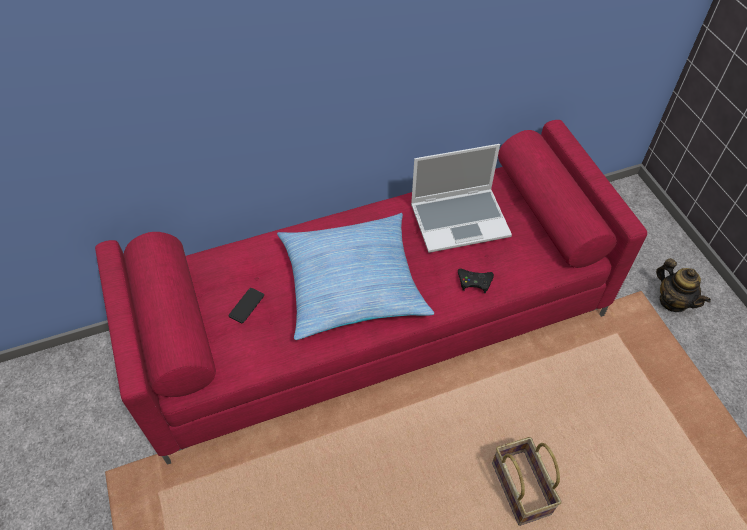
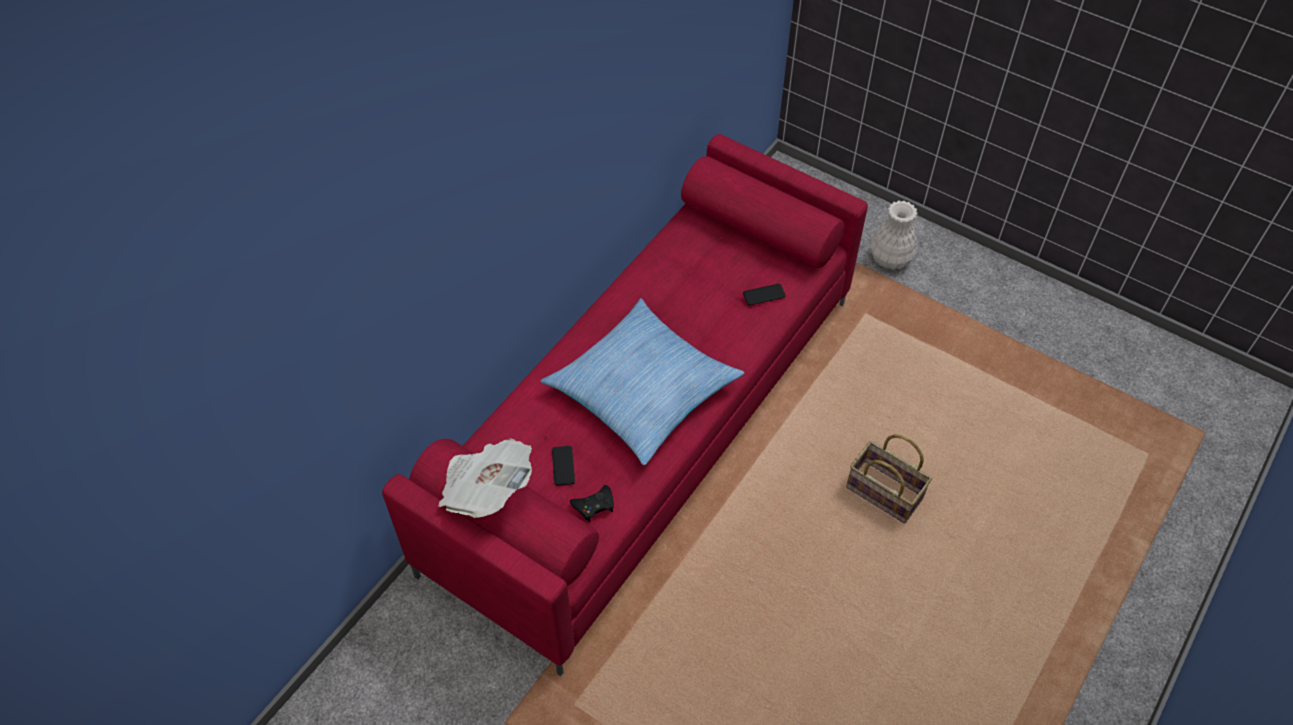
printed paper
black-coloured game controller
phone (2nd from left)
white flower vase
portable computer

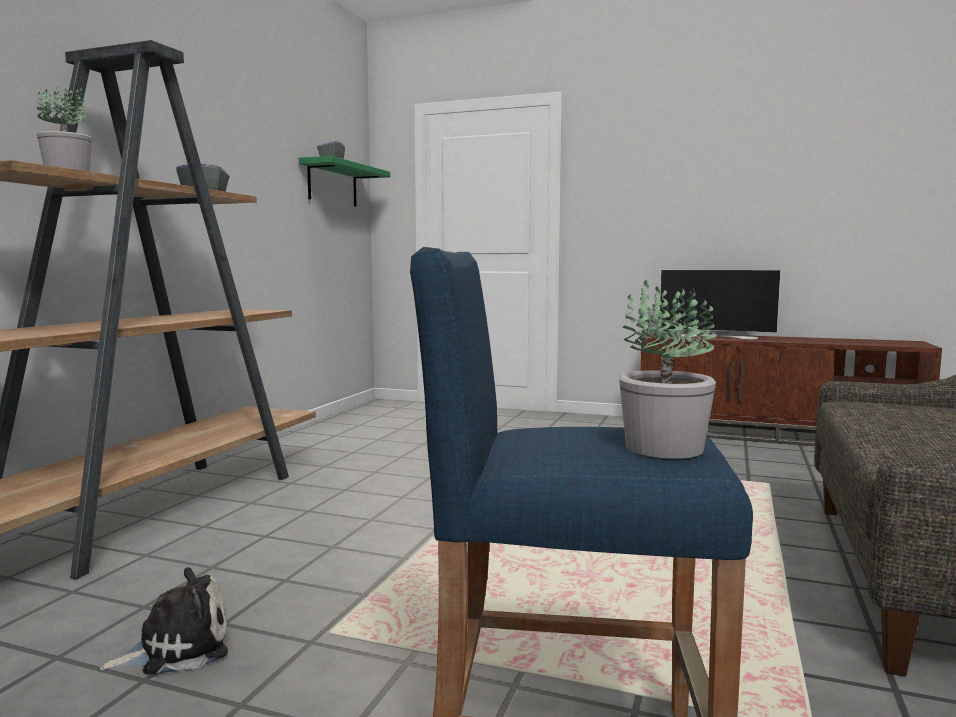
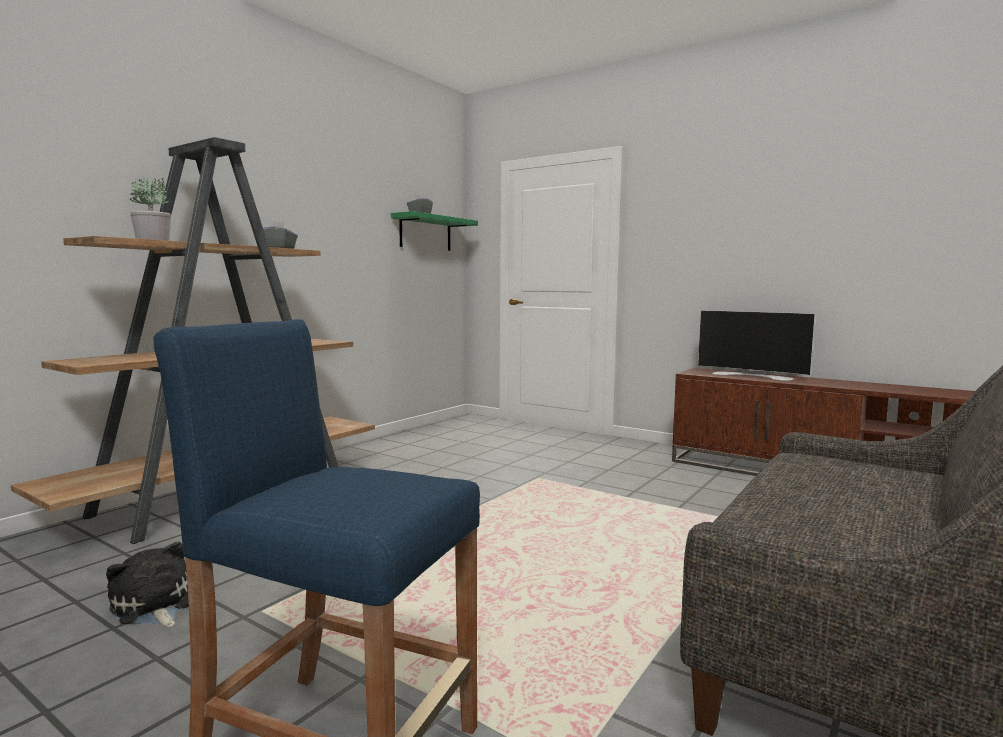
soft toy
plant in a pot (2nd from left in the first image)

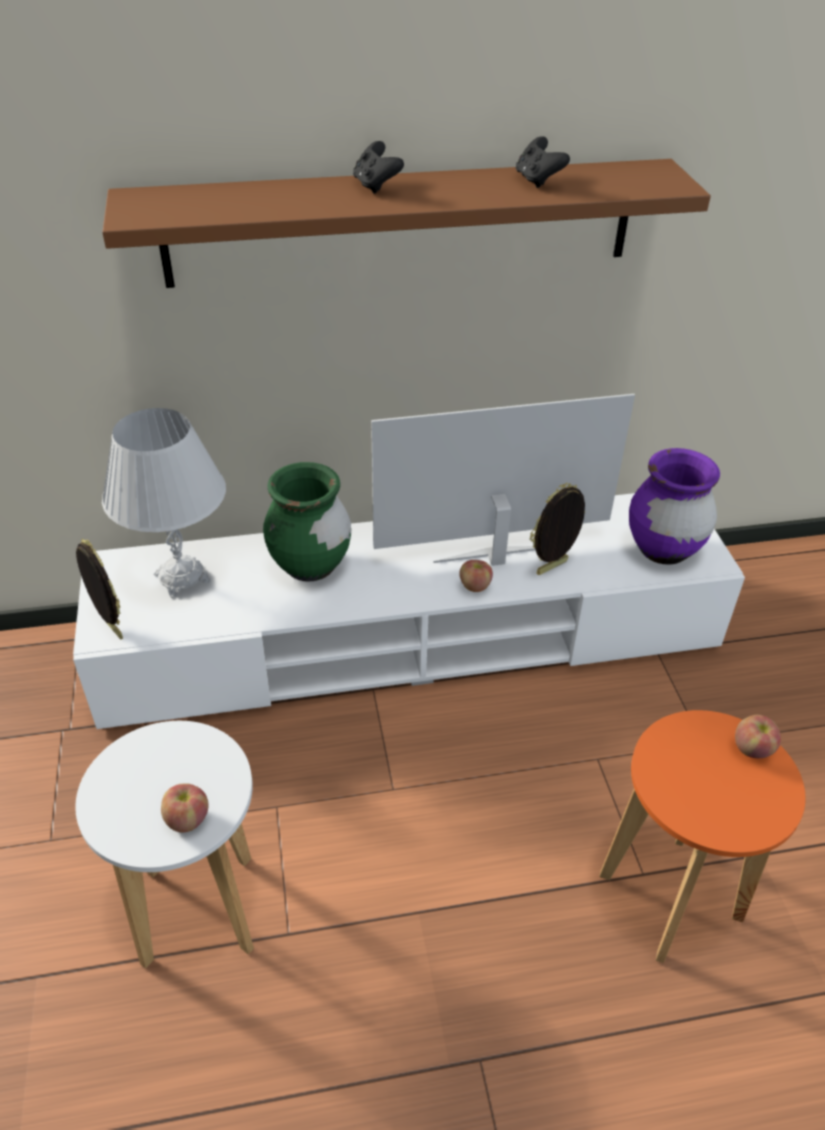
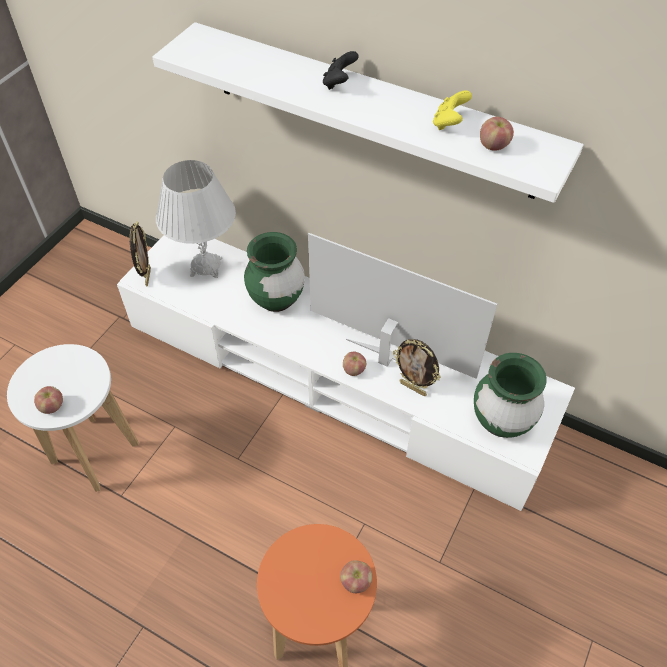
white shelf
photo frame (2nd from left)
yellow-coloured game controller
green-coloured flower vase (2nd from left)
apple (4th from left)

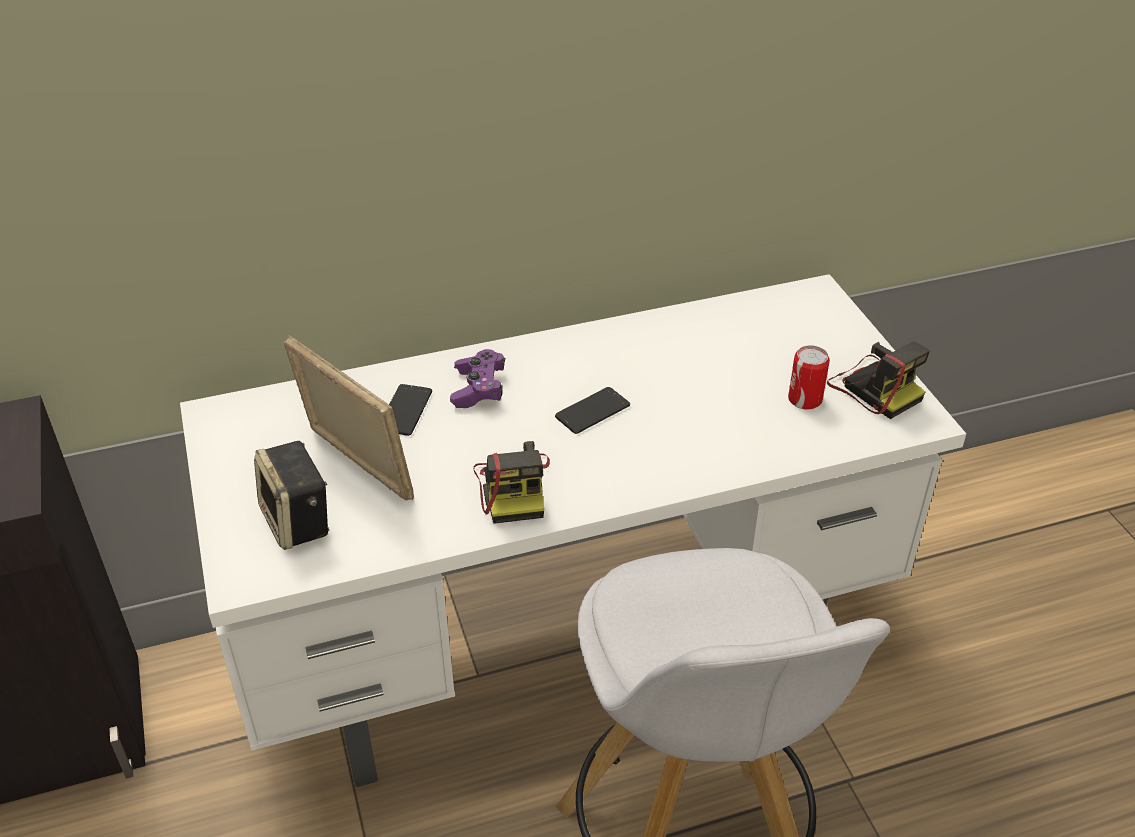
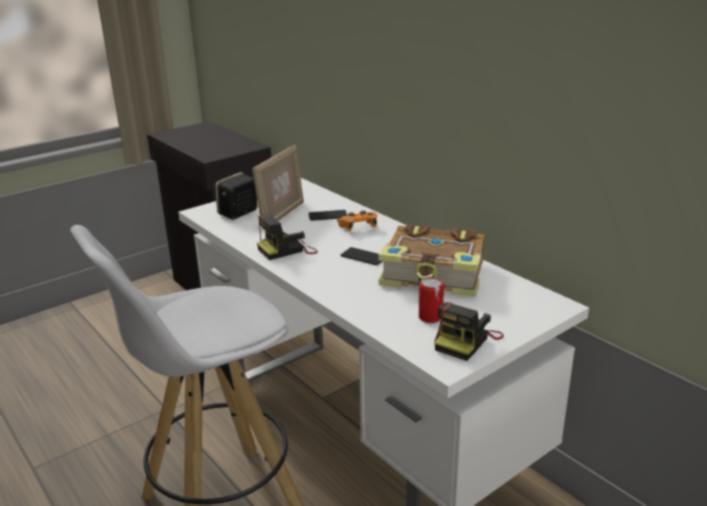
orange game controller
bound book

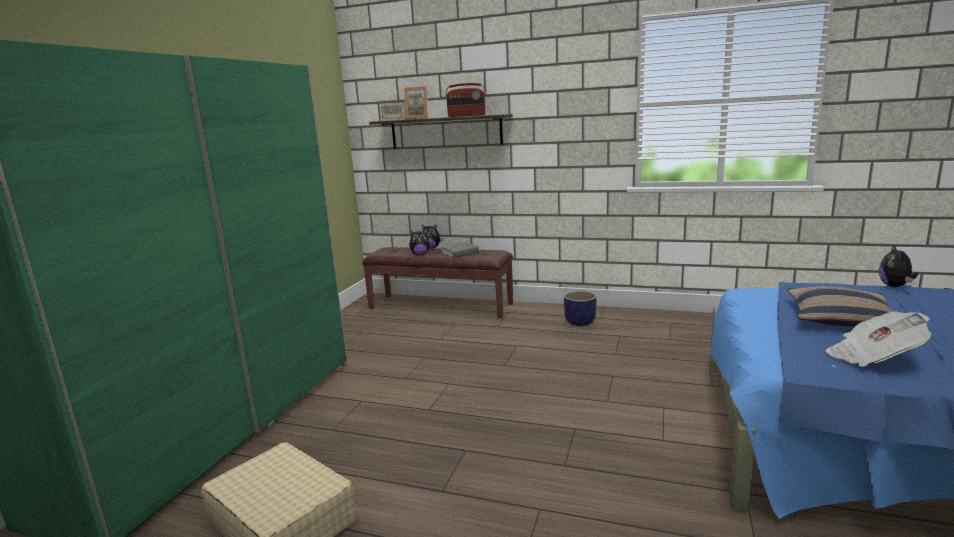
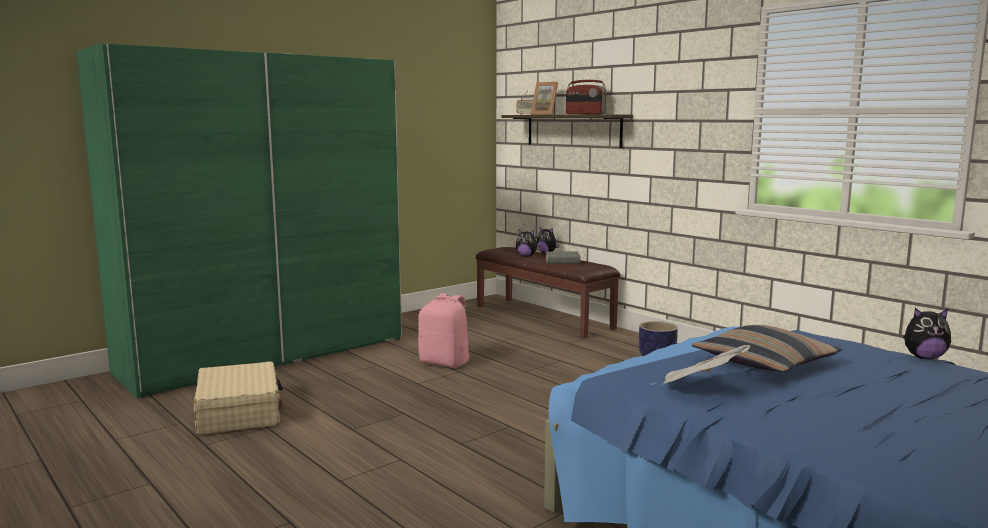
pink-coloured backpack
soft toy (3rd from left)

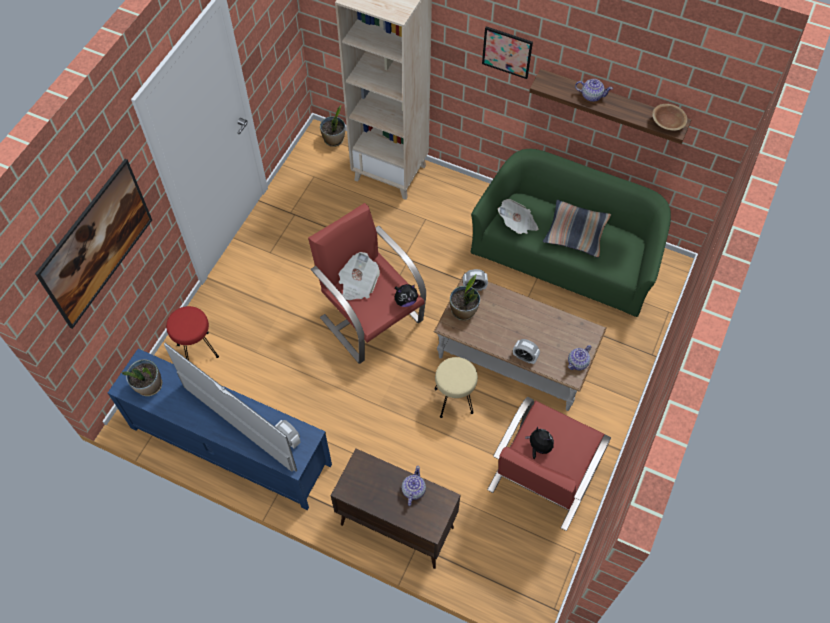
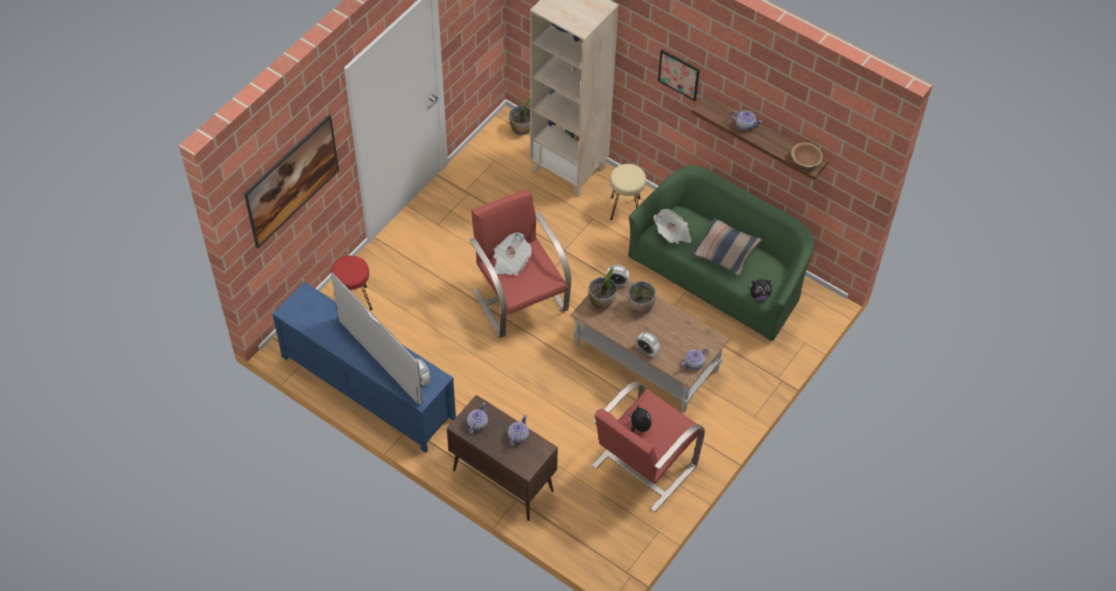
tea pot (1st from left)
beige stool seat
plant in a pot (3rd from left)
soft toy (2nd from left)

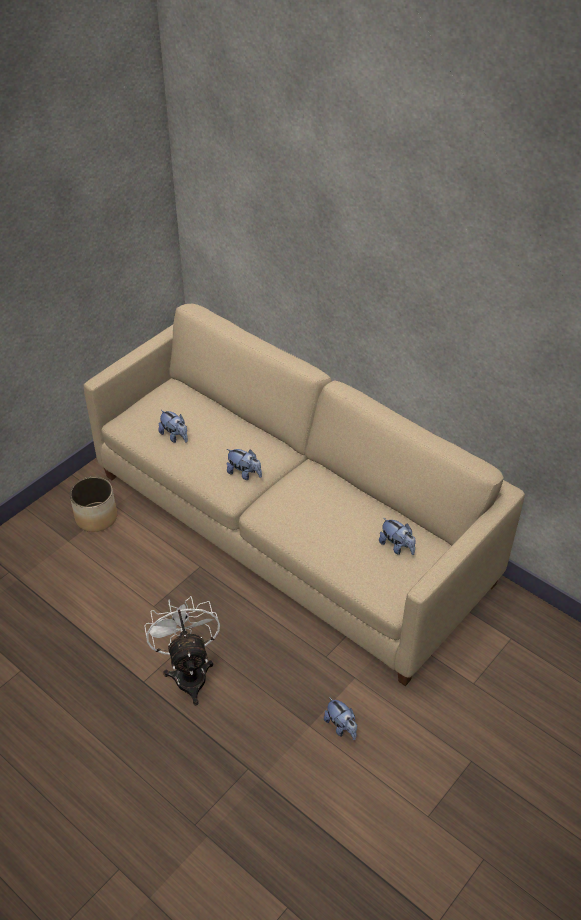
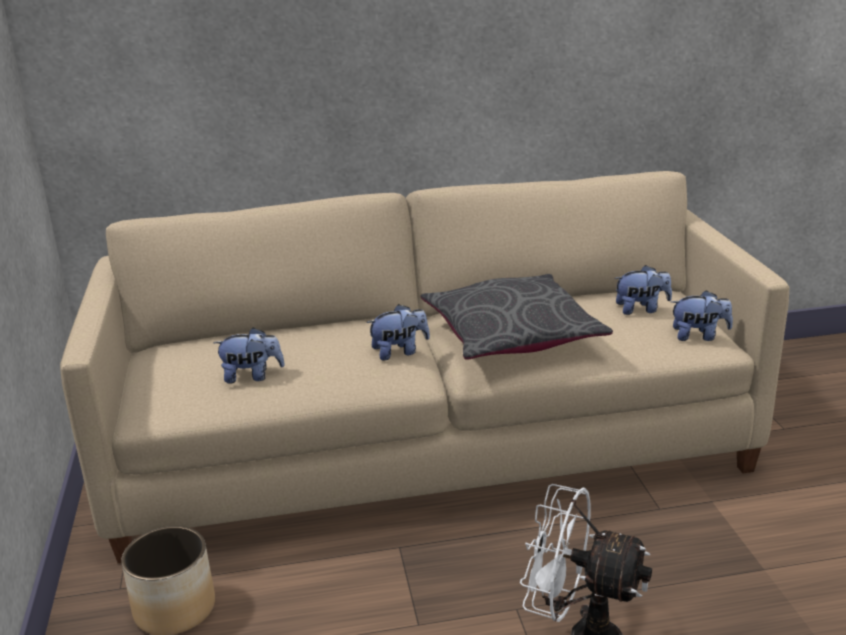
greyish cushion
soft toy (4th from left)

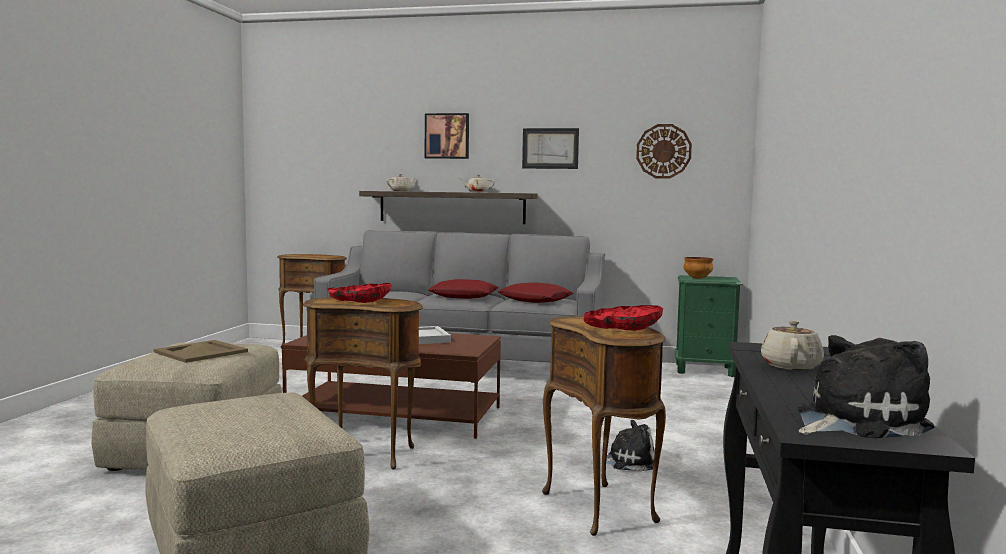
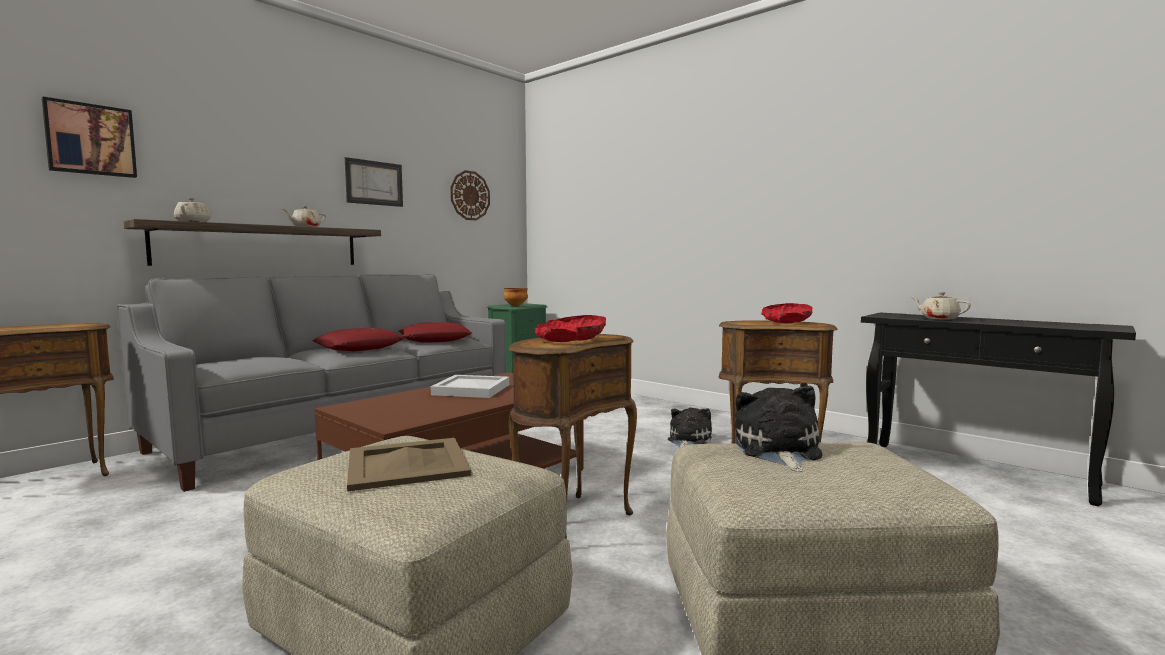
wall picture (1st from left)
soft toy (2nd from left)

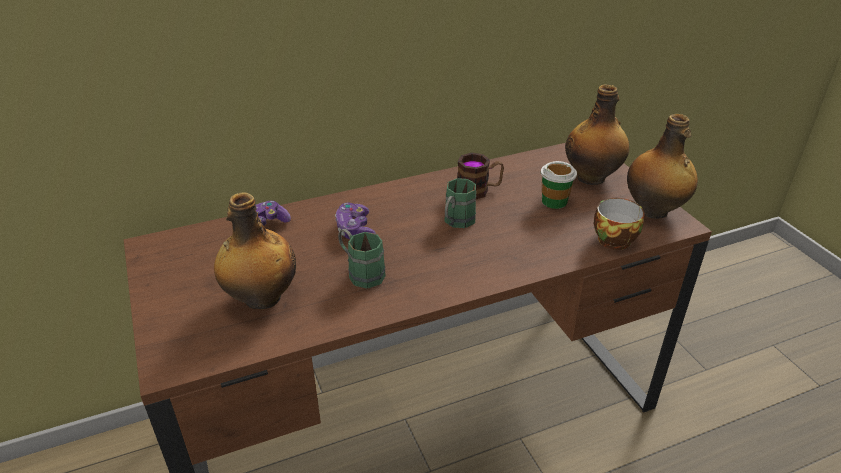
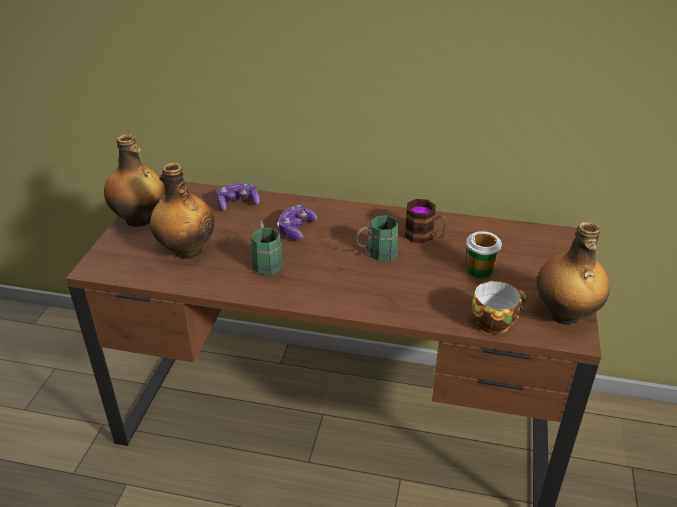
drink bottle (1st from left)

